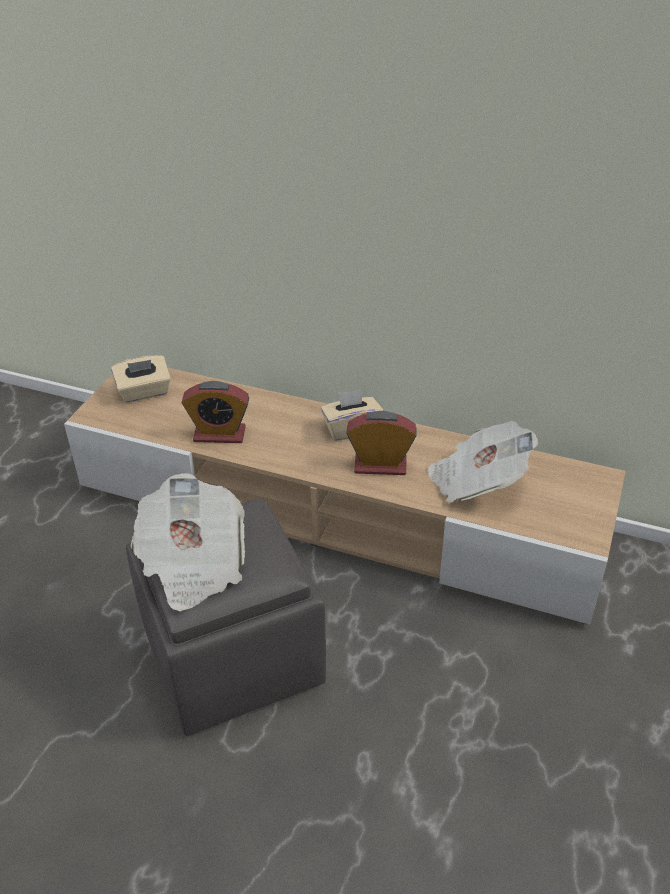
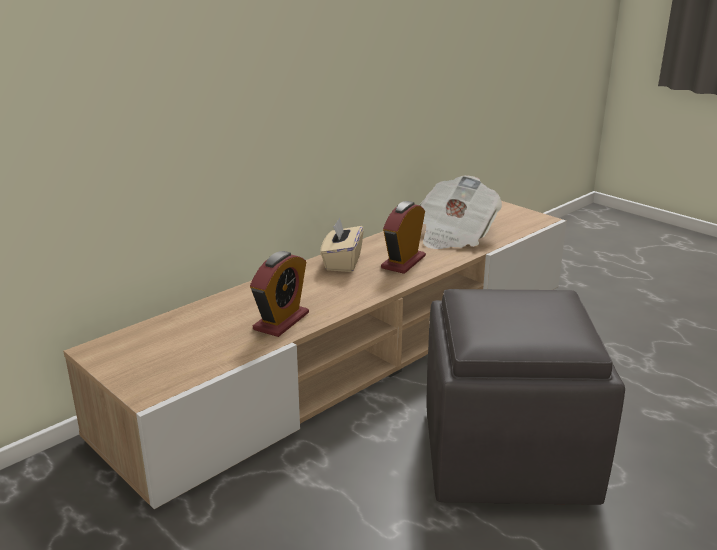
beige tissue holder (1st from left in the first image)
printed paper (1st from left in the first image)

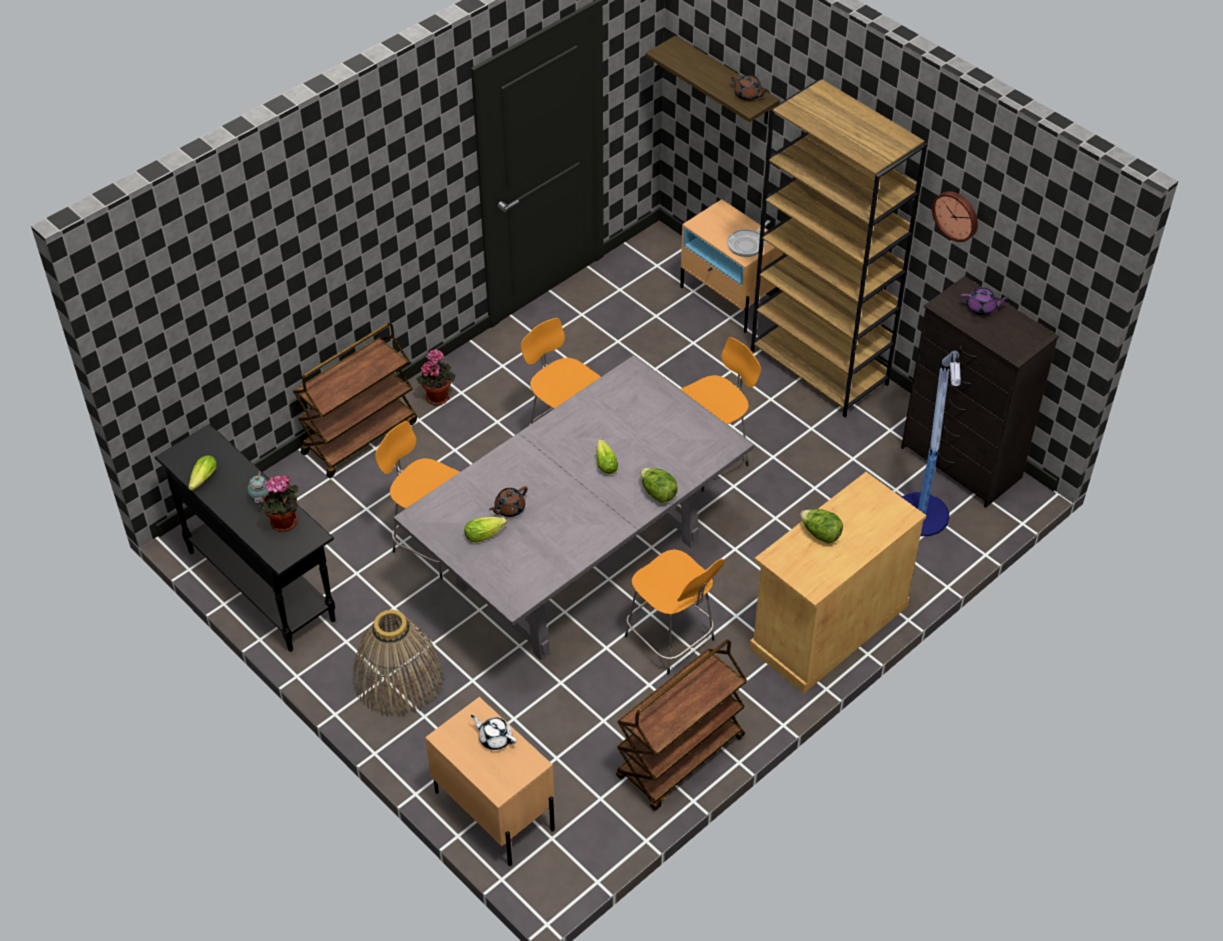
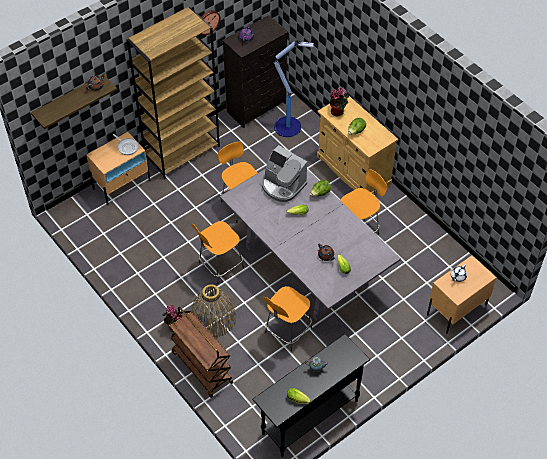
basket
coffee brewer
plant in a pot (2nd from left)
brown-coloured trolley (2nd from left in the first image)

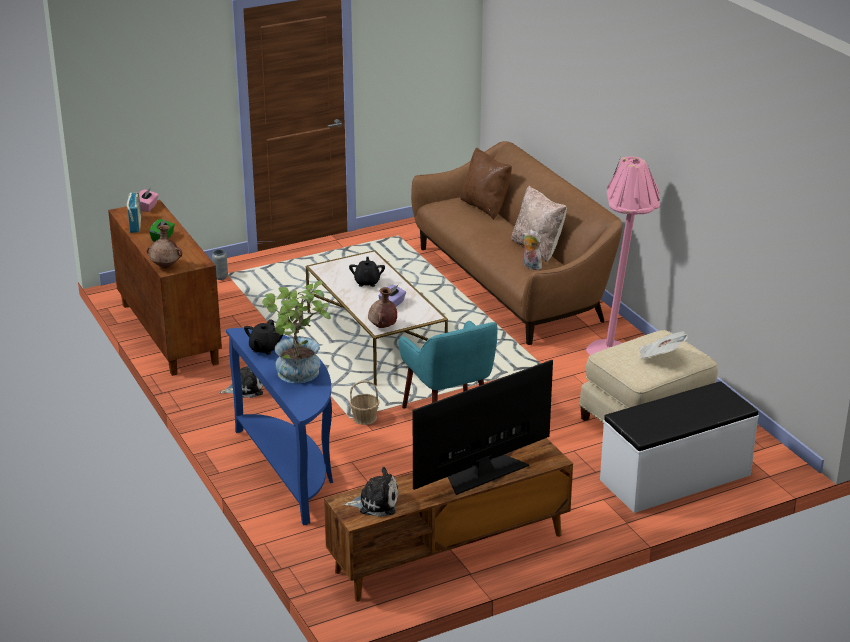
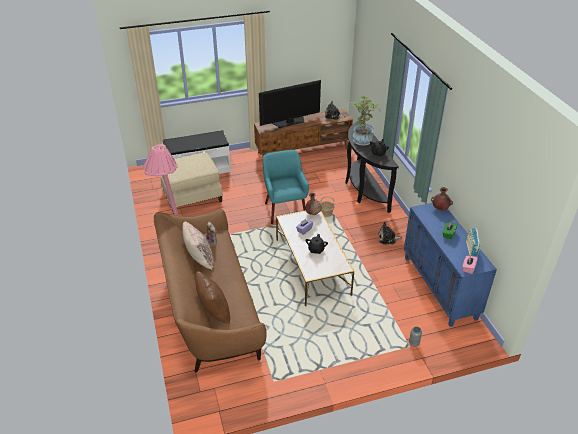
black-coloured hall table
blue-coloured cabinet
printed paper

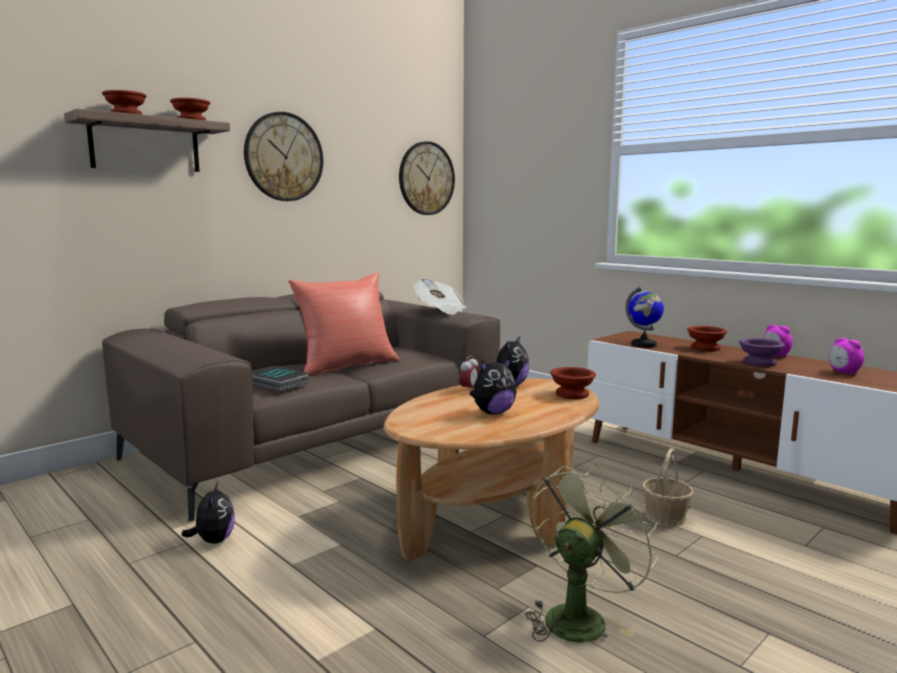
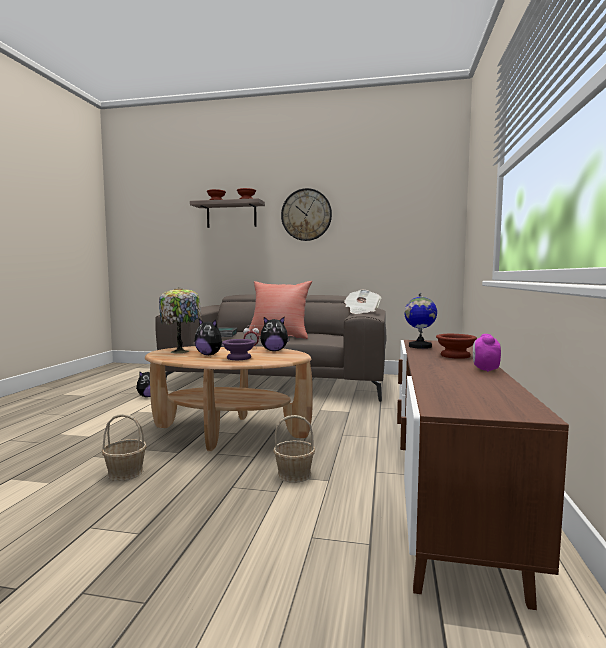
basket (1st from left)
tabletop lamp
purple-coloured deep dish
clock on the wall (2nd from left in the first image)
brown-coloured deep dish (3rd from left in the first image)
bedside clock (3rd from left in the first image)

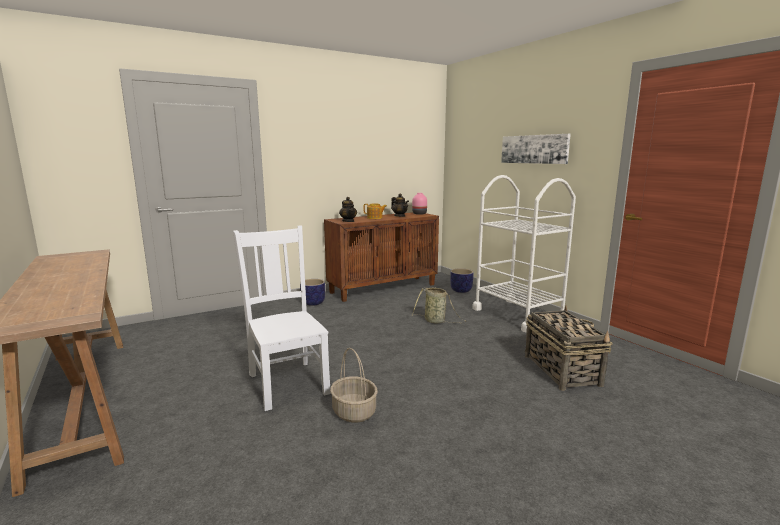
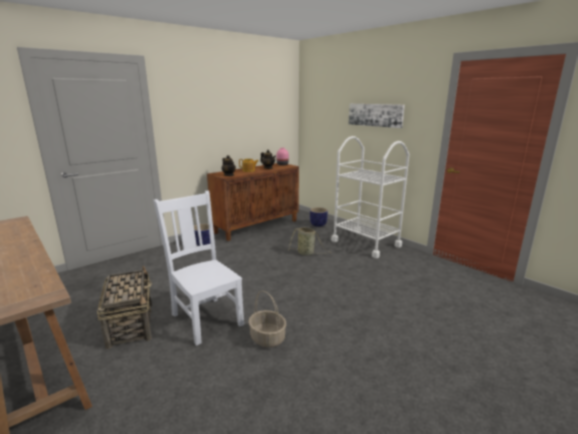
basket (1st from left)

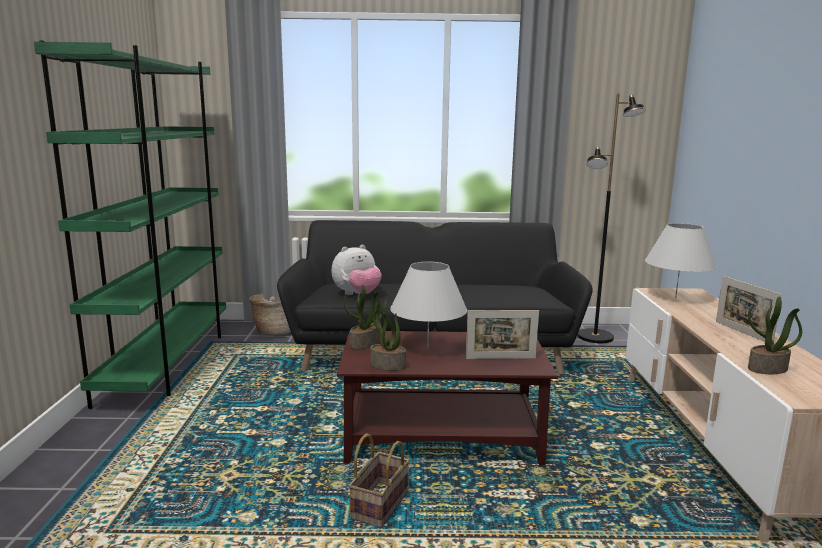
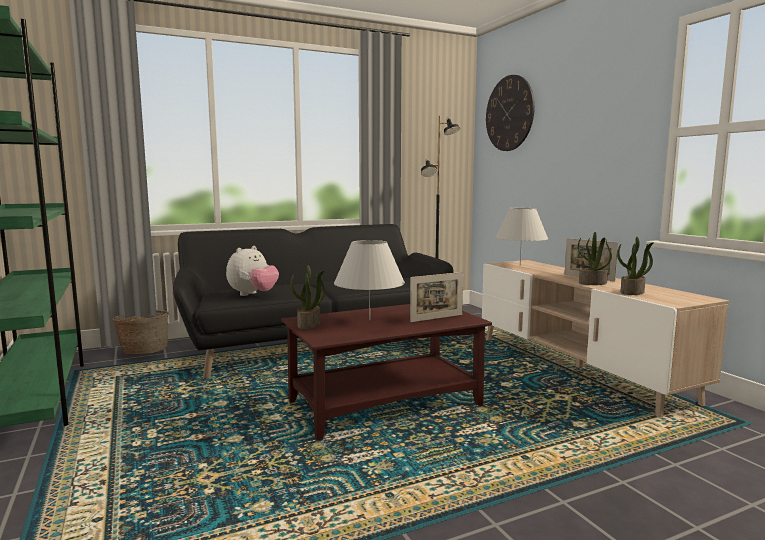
clock on the wall
plant in a pot (2nd from left)
basket (2nd from left in the first image)

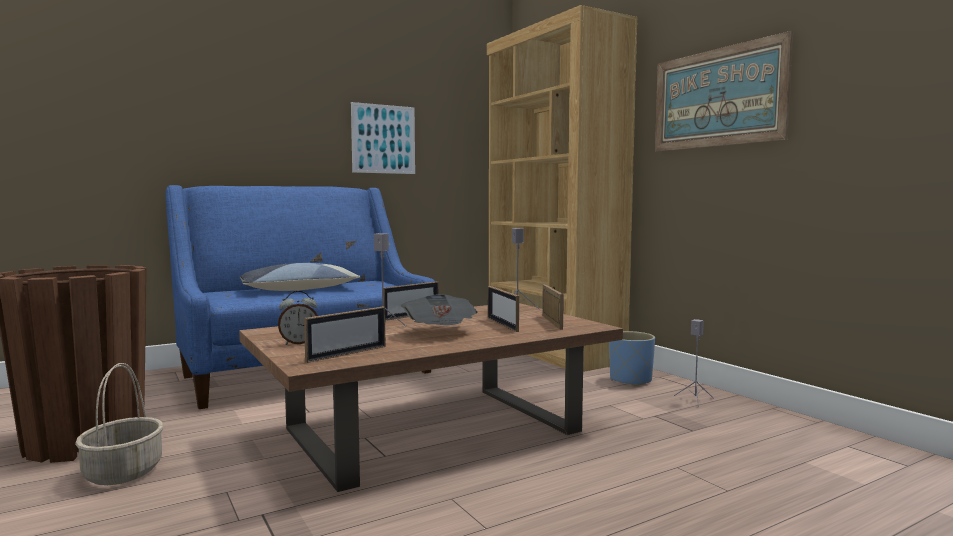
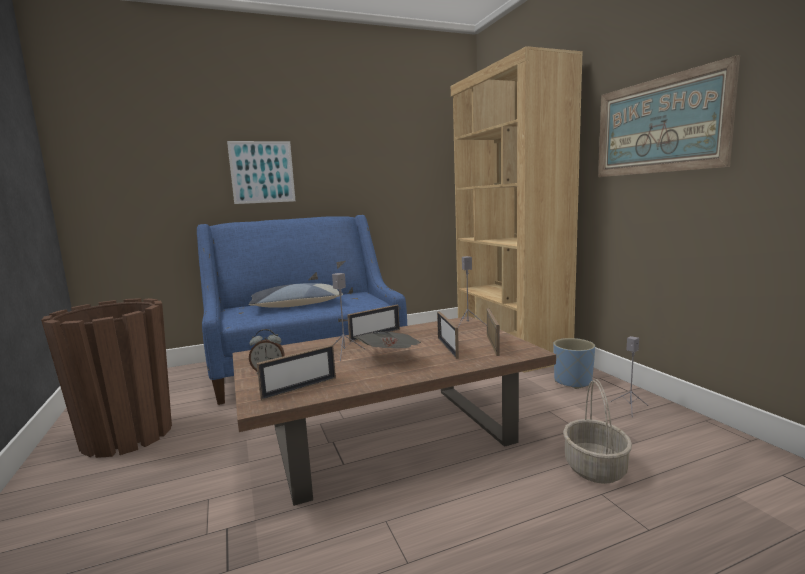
wall picture (1st from left)
basket

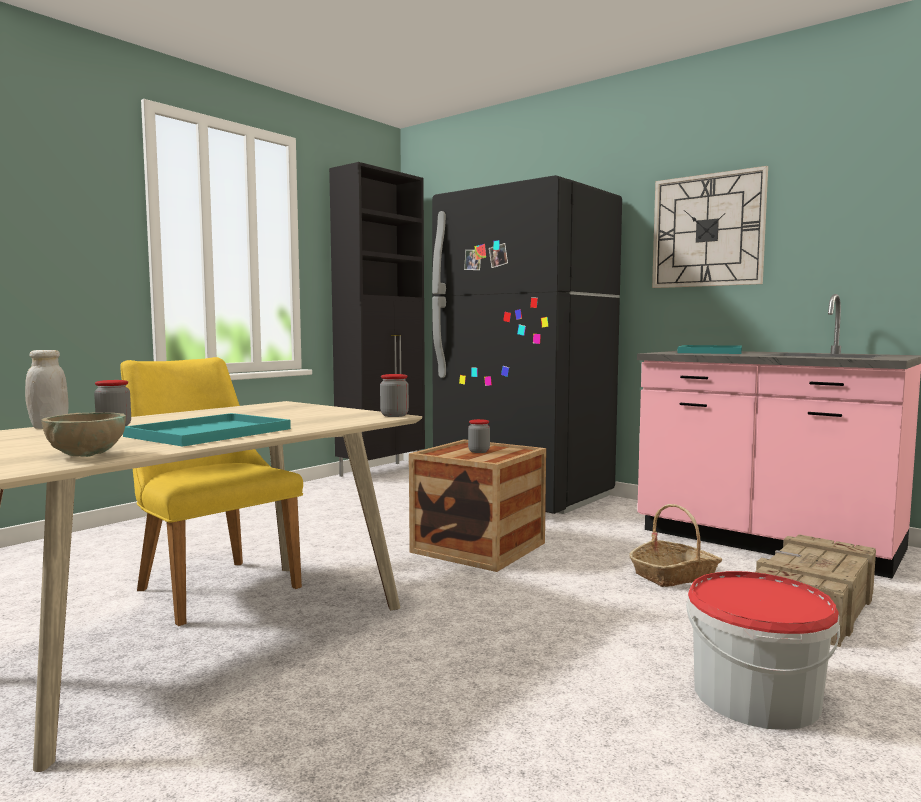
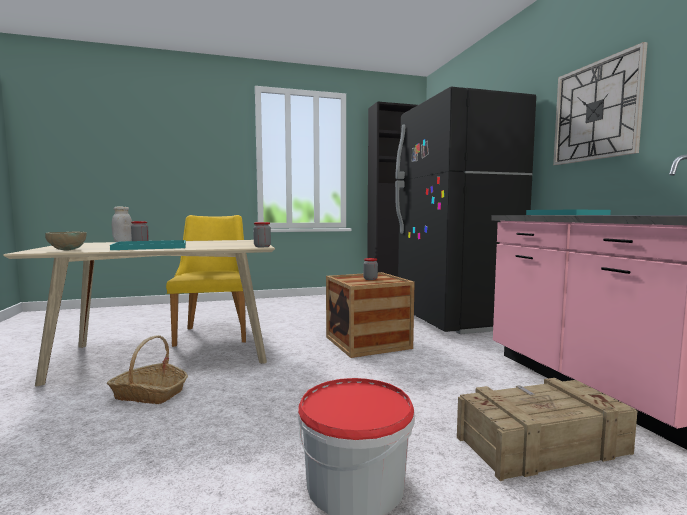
basket

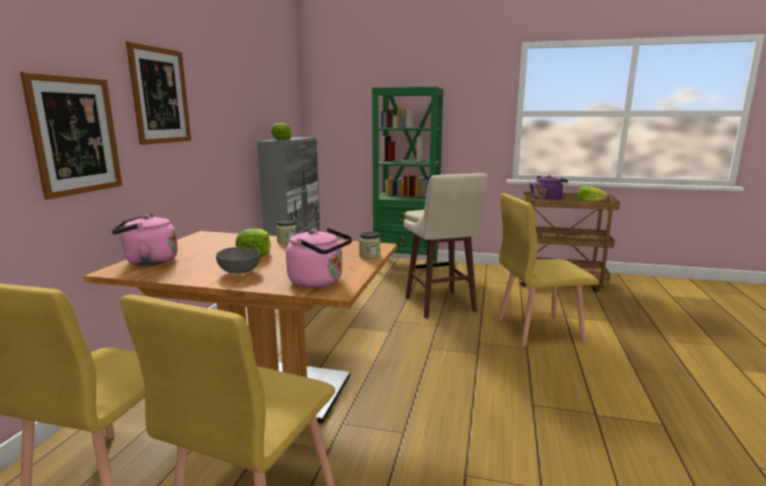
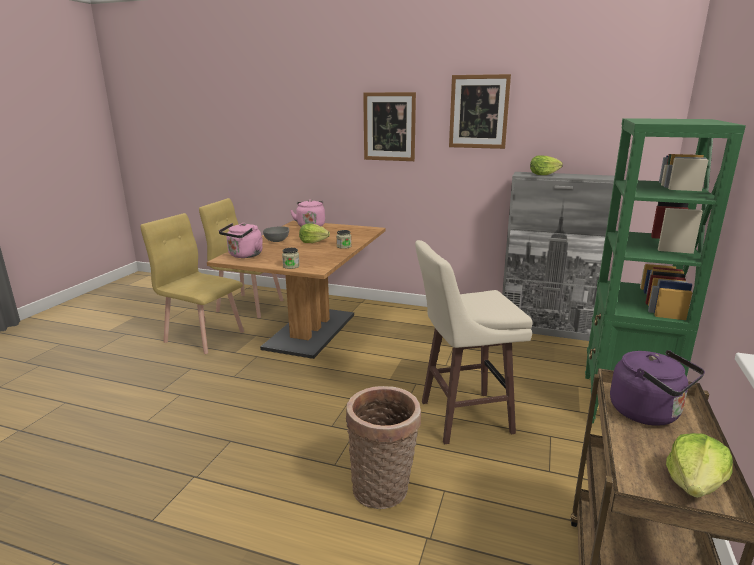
basket
wall picture (2nd from left)

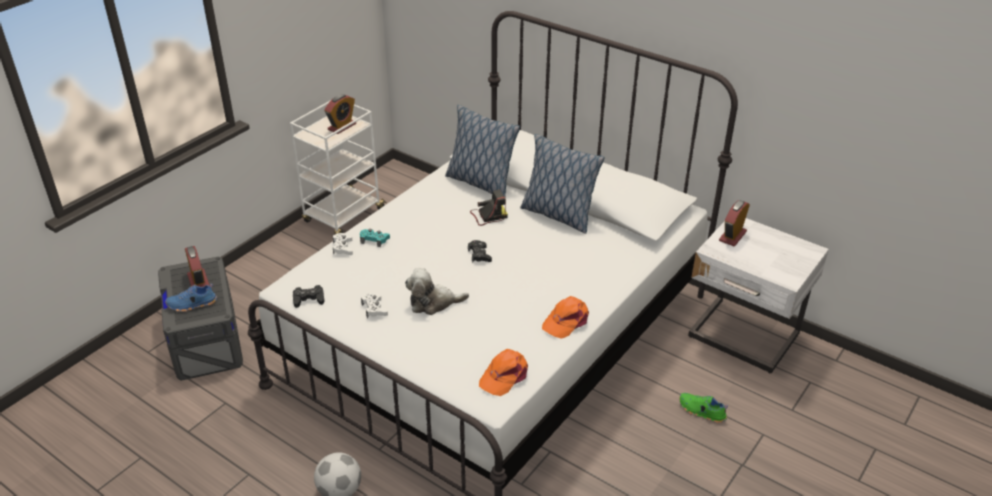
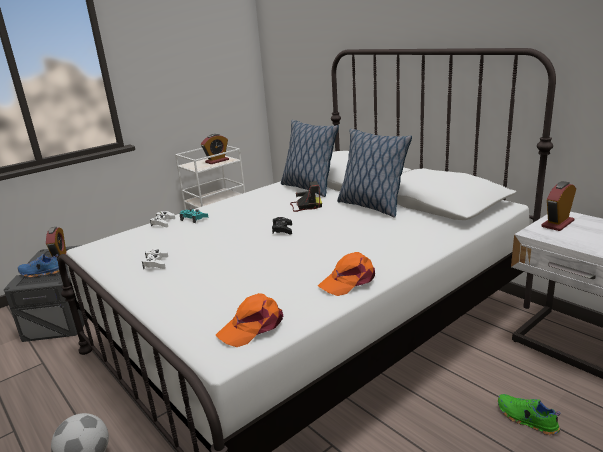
black-coloured game controller (1st from left in the first image)
soft toy

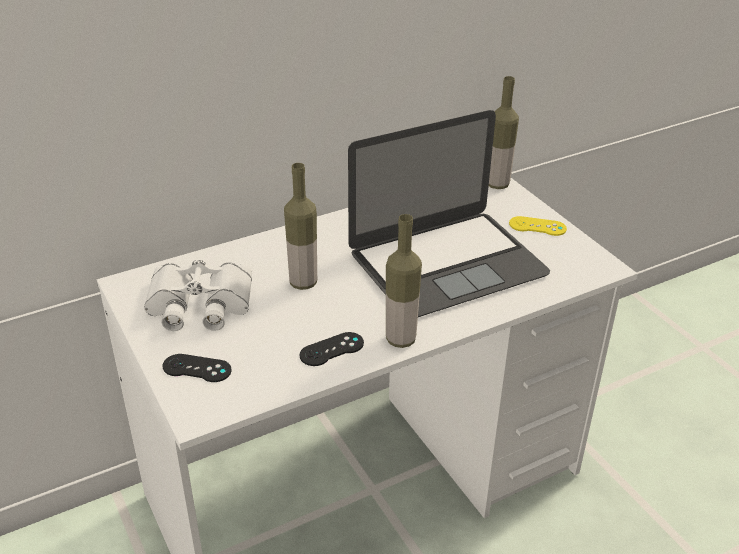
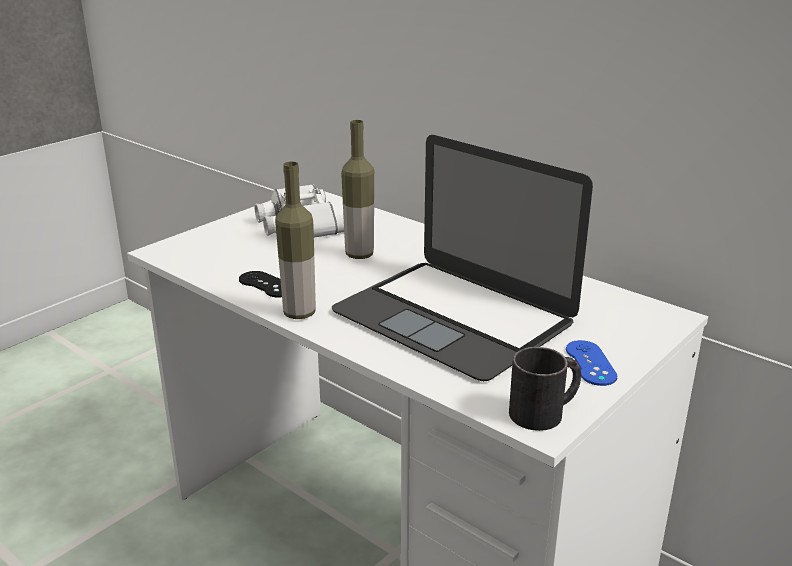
black-coloured tea mug
blue-coloured game controller
black-coloured game controller (1st from left in the first image)
drink bottle (3rd from left in the first image)

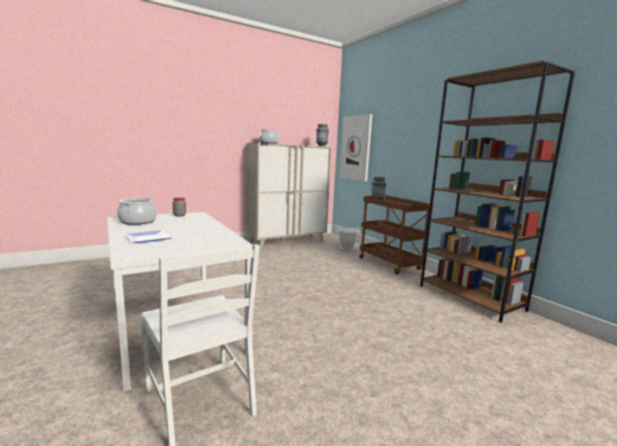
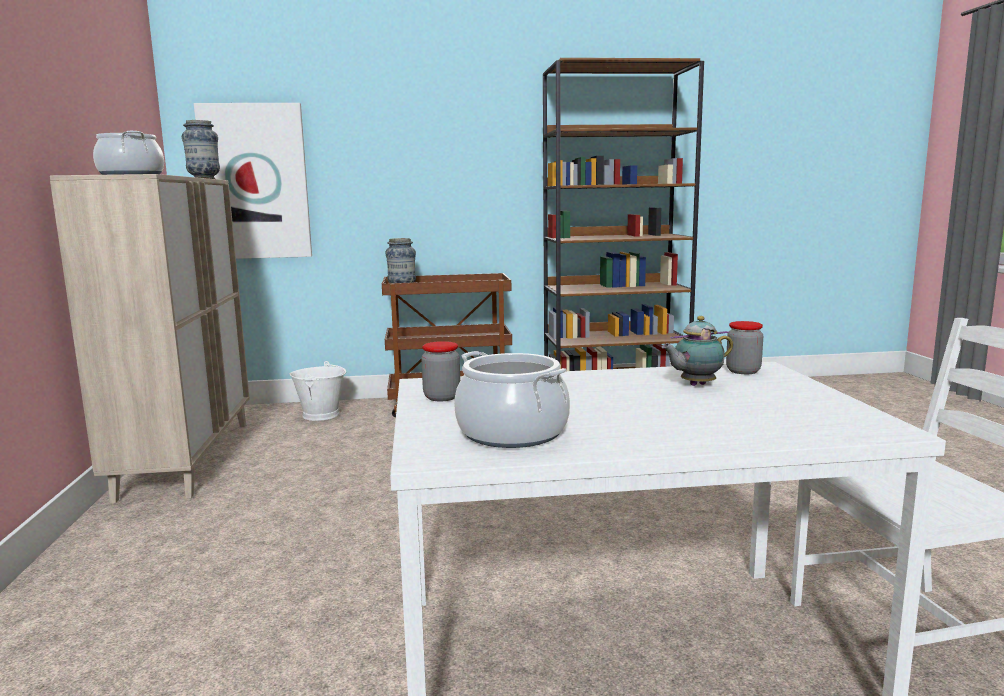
tea pot
jar (2nd from left)
plate

